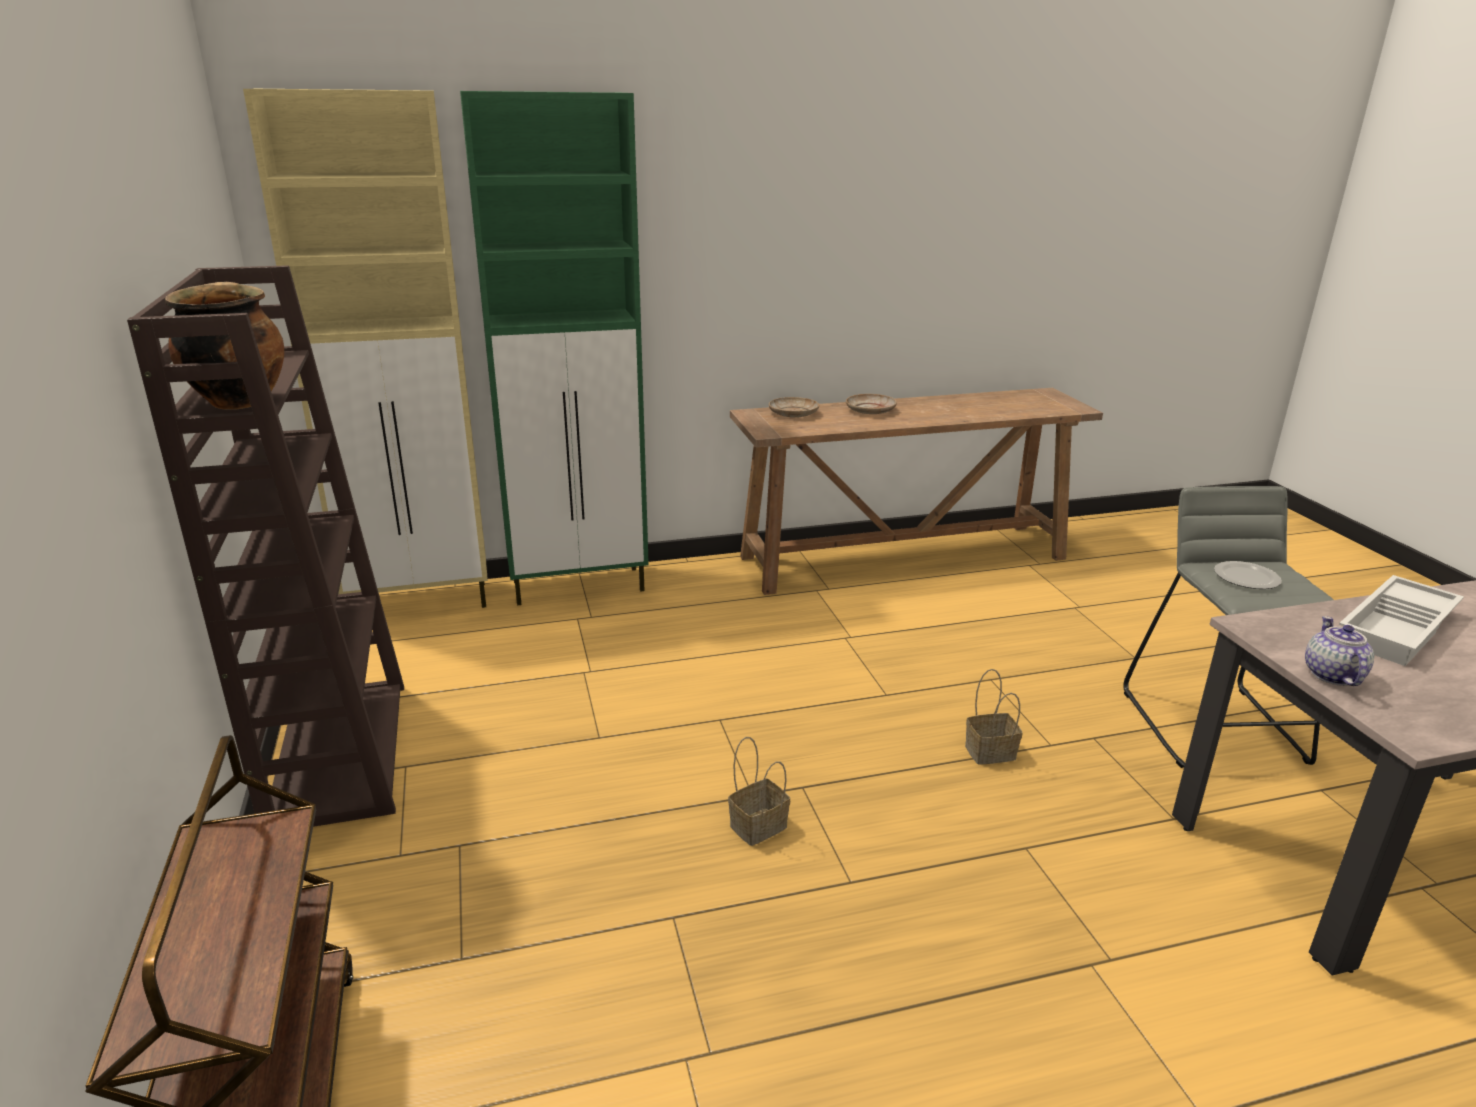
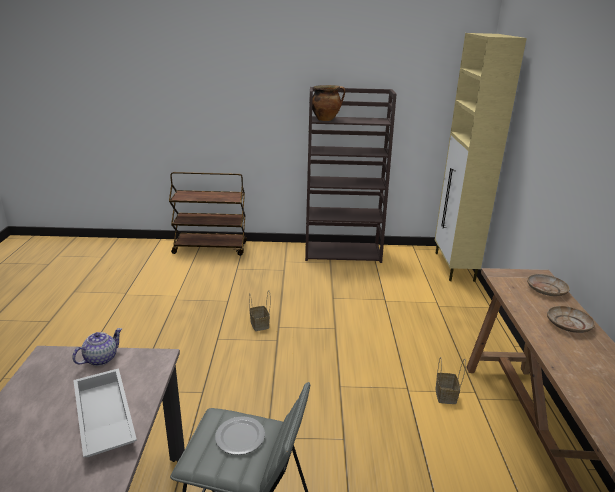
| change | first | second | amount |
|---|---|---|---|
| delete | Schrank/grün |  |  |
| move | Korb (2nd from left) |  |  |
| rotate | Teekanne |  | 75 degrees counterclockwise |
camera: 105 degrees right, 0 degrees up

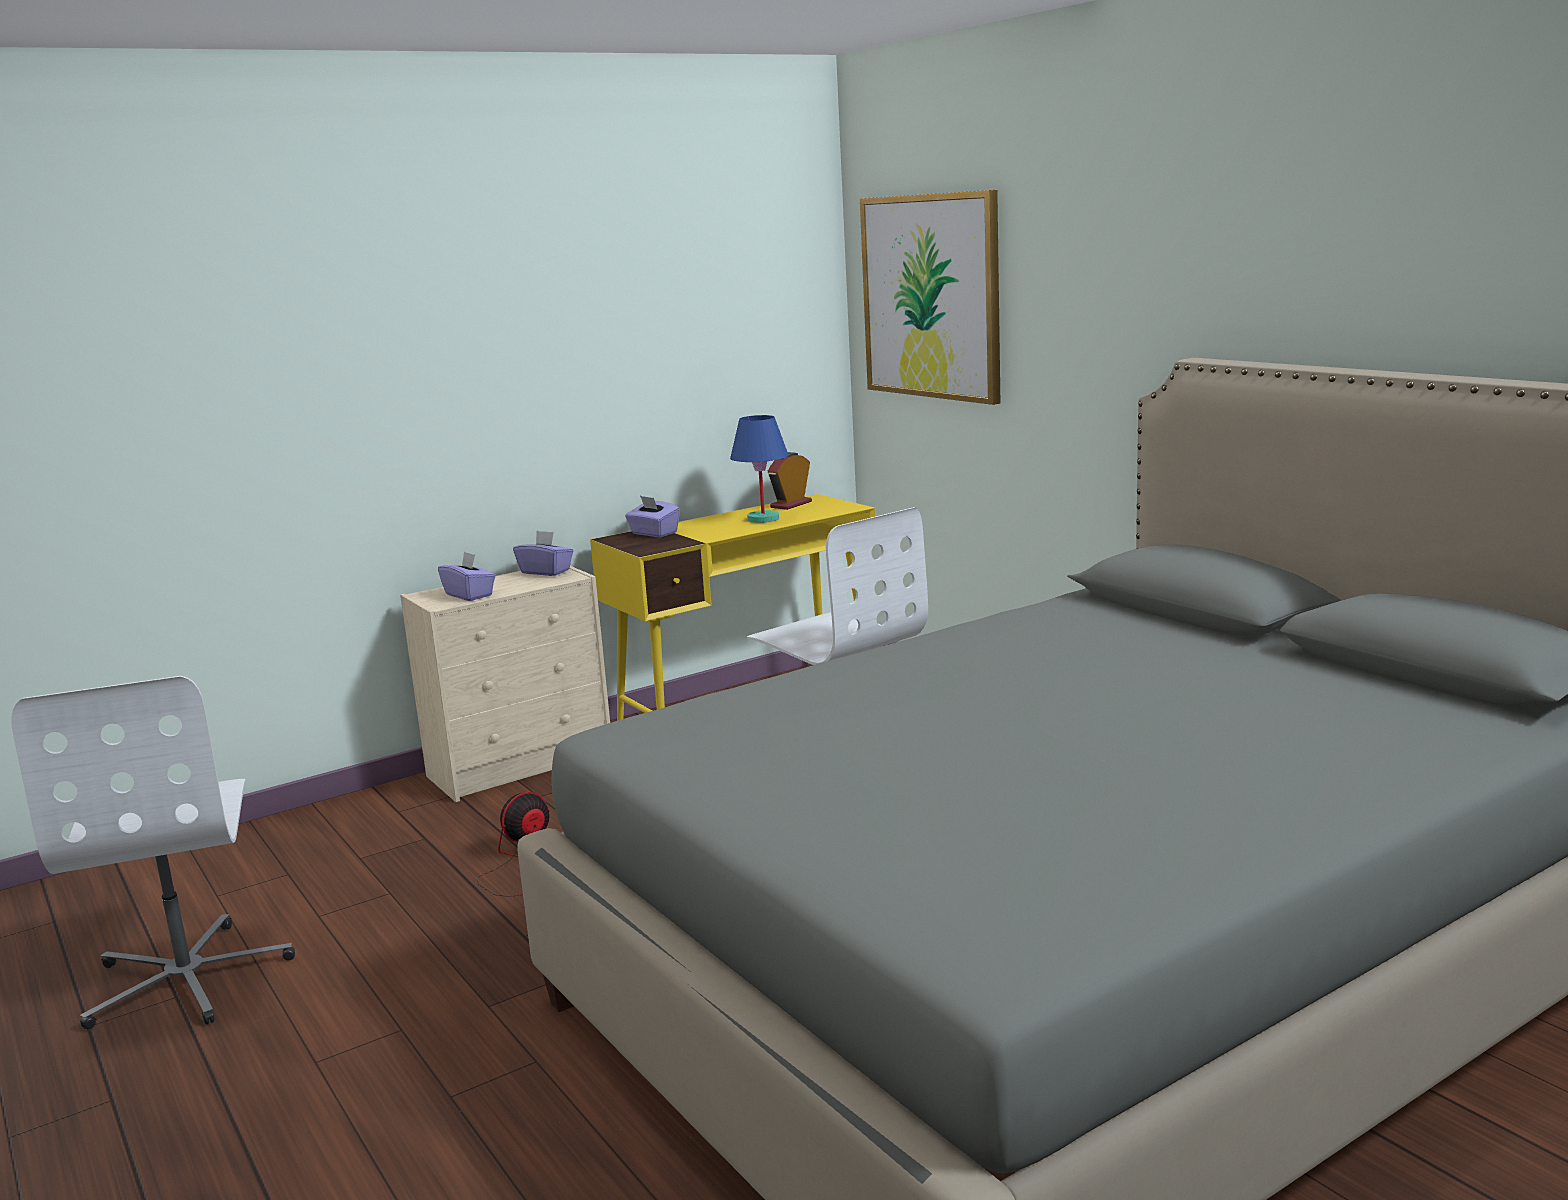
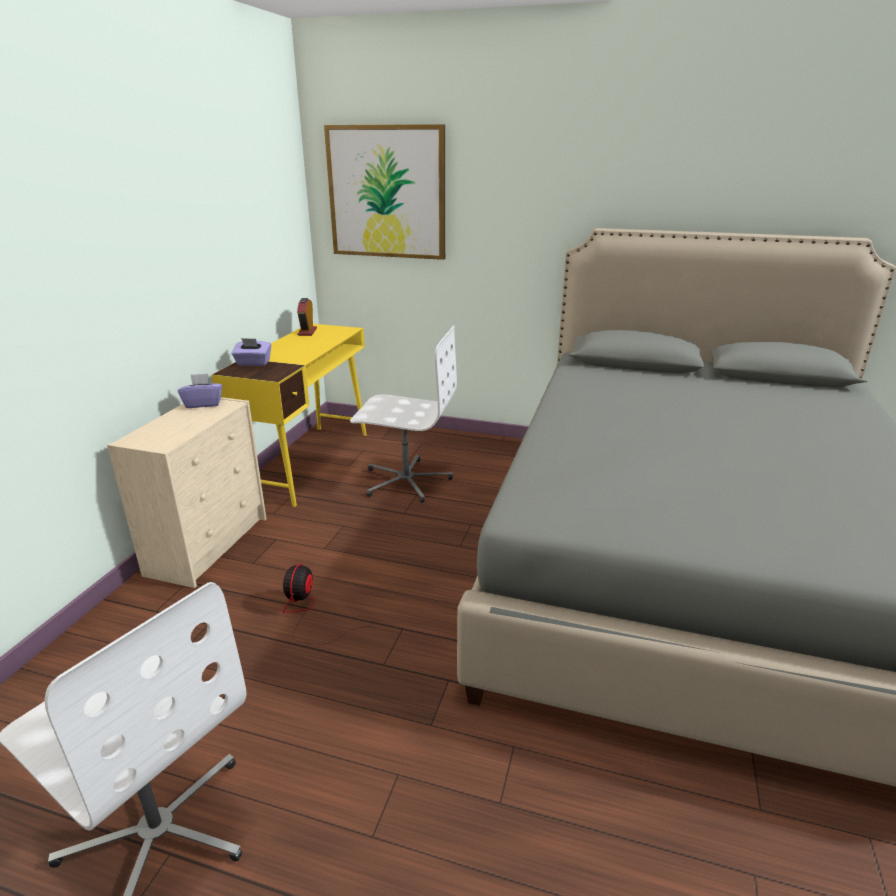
| change | first | second | amount |
|---|---|---|---|
| delete | Taschentuchbox/lila (1st from left) |  |  |
| delete | Tischlampe/blau |  |  |
camera: 40 degrees left, 10 degrees up

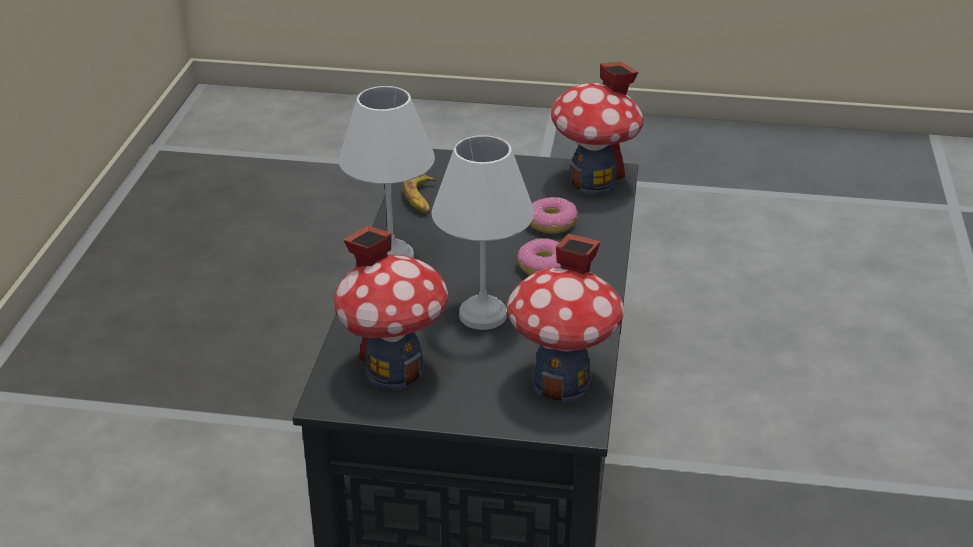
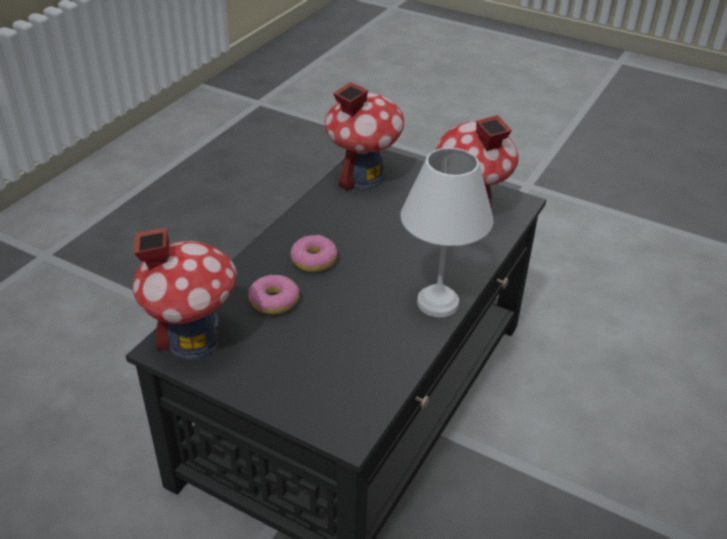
| change | first | second | amount |
|---|---|---|---|
| delete | Banane |  |  |
| delete | Tischlampe/weiß (2nd from left) |  |  |
camera: 160 degrees left, 5 degrees up

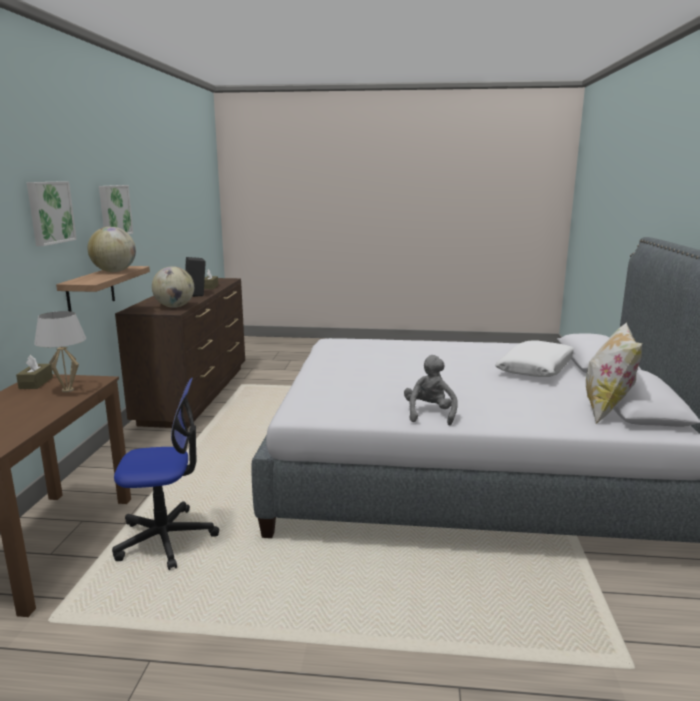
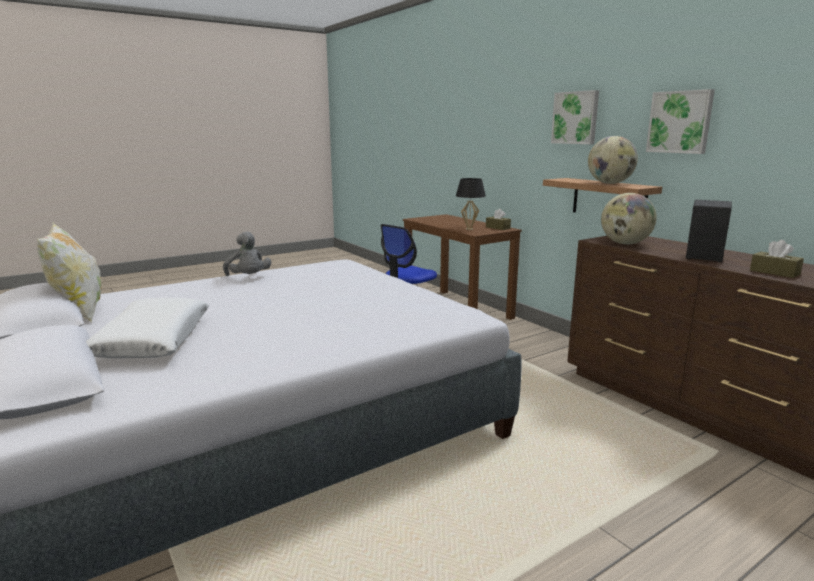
| change | first | second | amount |
|---|---|---|---|
| recolor | Tischlampe/weiß | Tischlampe/schwarz |  |
camera: 140 degrees right, 0 degrees up

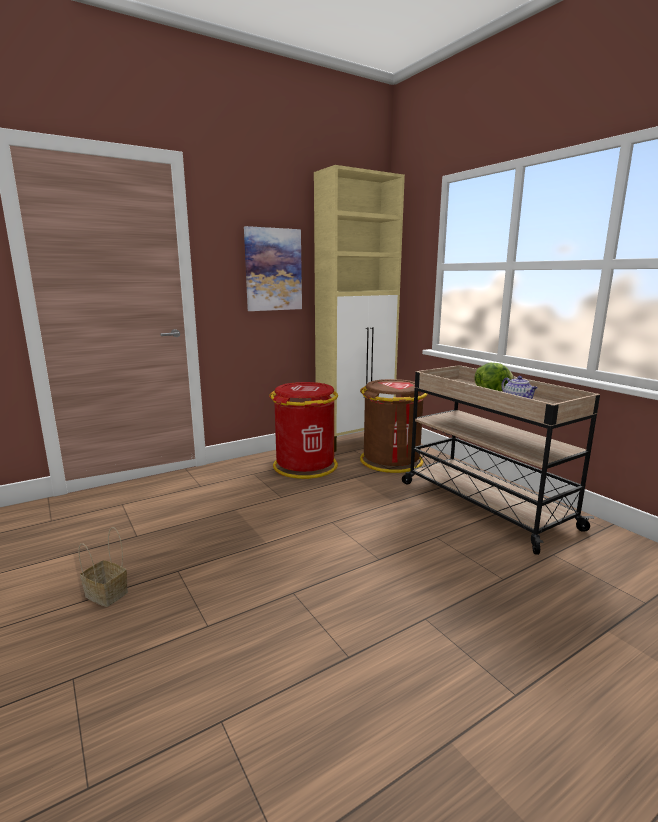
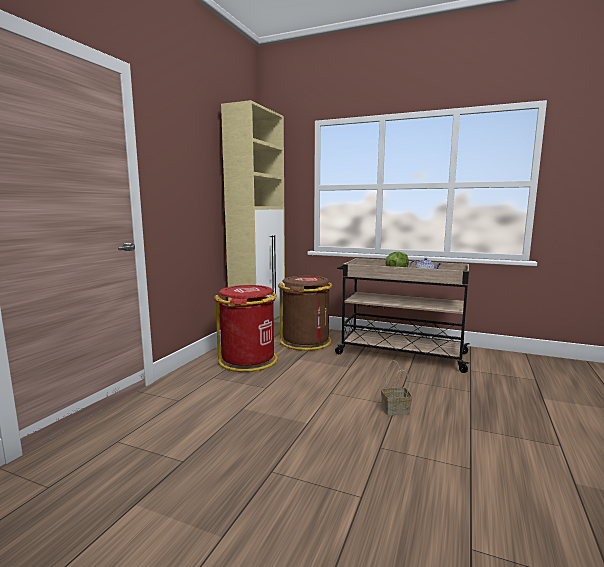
| change | first | second | amount |
|---|---|---|---|
| delete | Bild |  |  |
| move | Korb |  |  |
camera: 35 degrees left, 5 degrees down

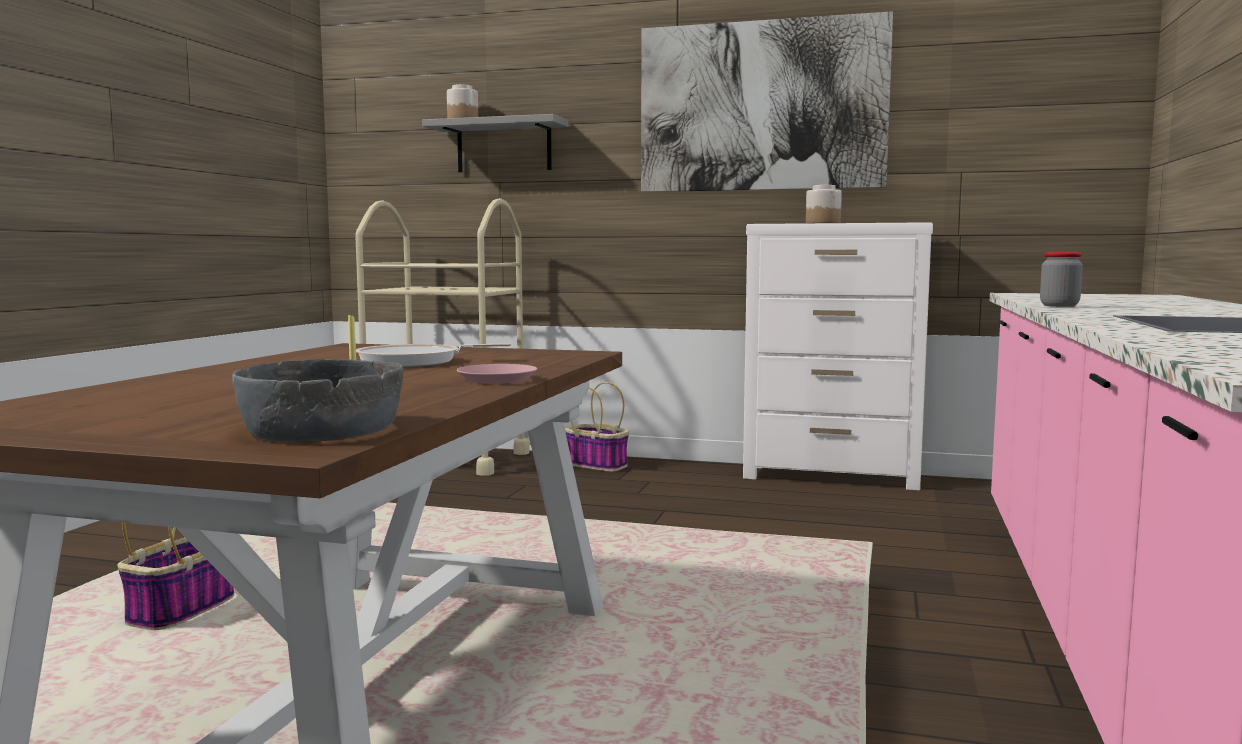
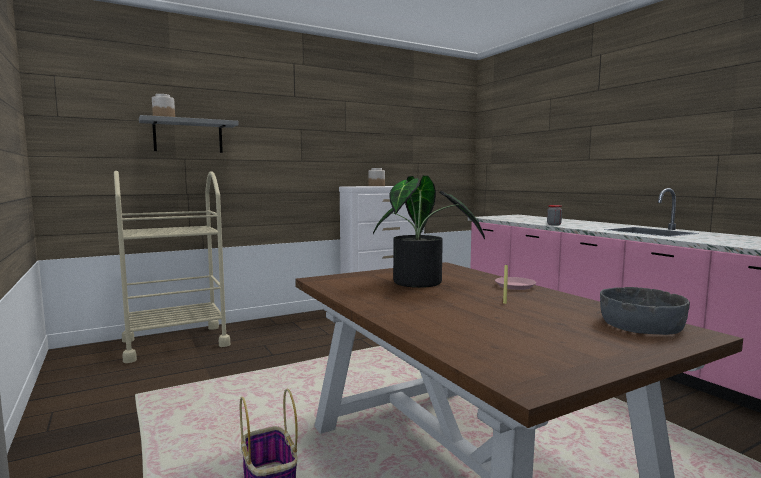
| change | first | second | amount |
|---|---|---|---|
| delete | Korb (2nd from left) |  |  |
| delete | Bild |  |  |
| replace | Pfanne | Topfpflanze |  |
camera: 45 degrees left, 0 degrees up

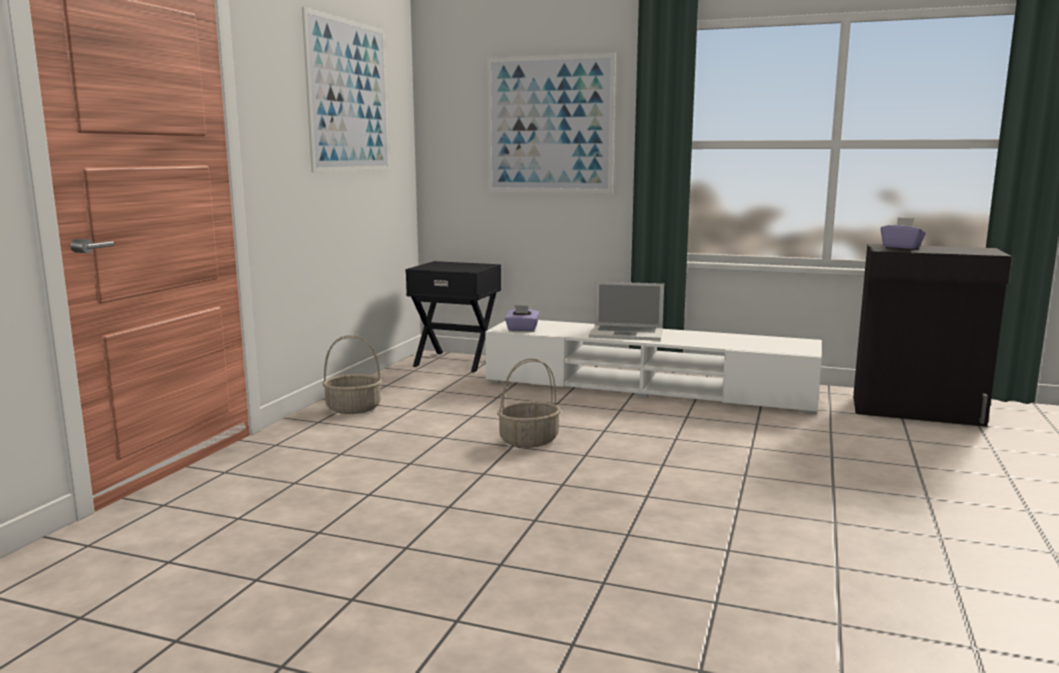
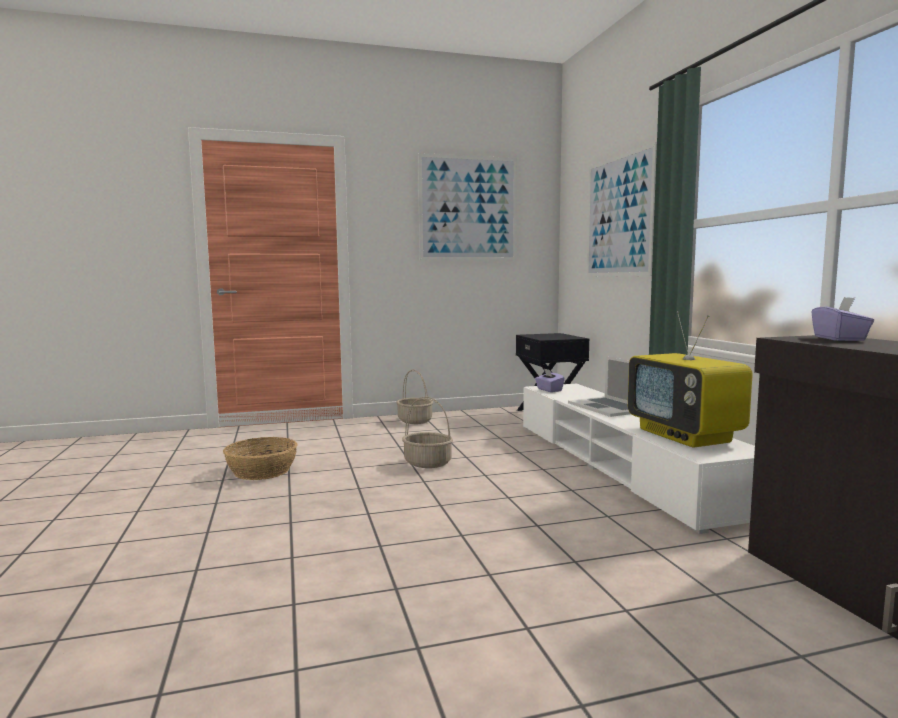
| change | first | second | amount |
|---|---|---|---|
| insert |  | Korb (1st from left) |  |
| insert |  | Fernseher |  |
camera: 55 degrees right, 5 degrees down

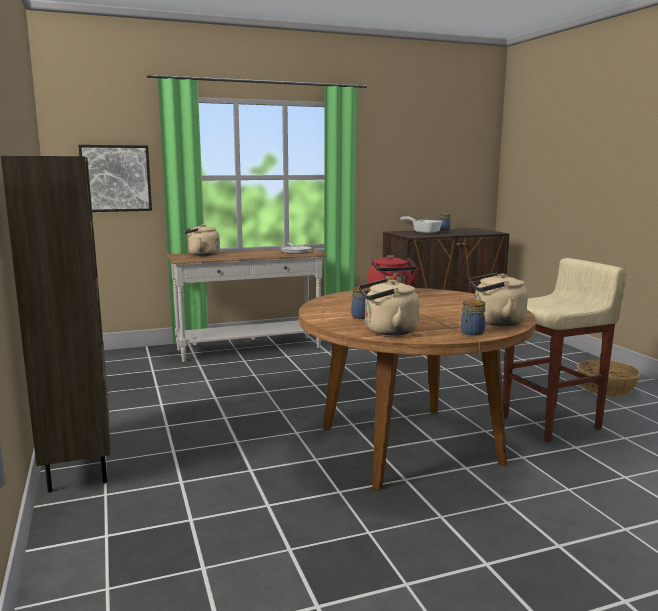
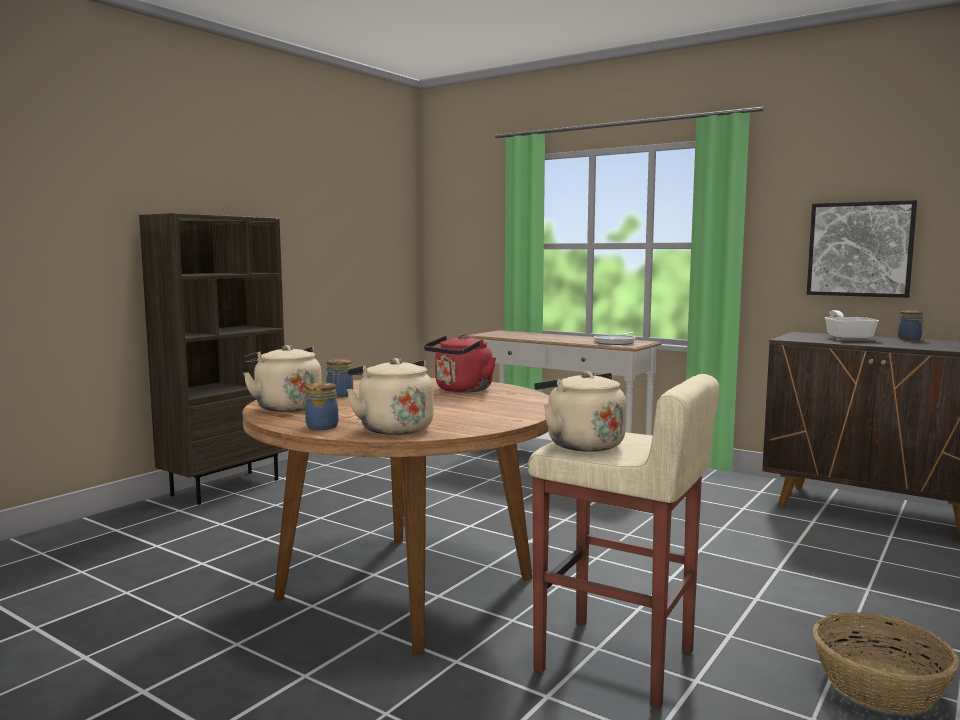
| change | first | second | amount |
|---|---|---|---|
| move | Bild |  |  |
| move | Wasserkessel/beige (1st from left in the first image) | Wasserkessel/beige (3rd from left) |  |
camera: 55 degrees right, 5 degrees down

